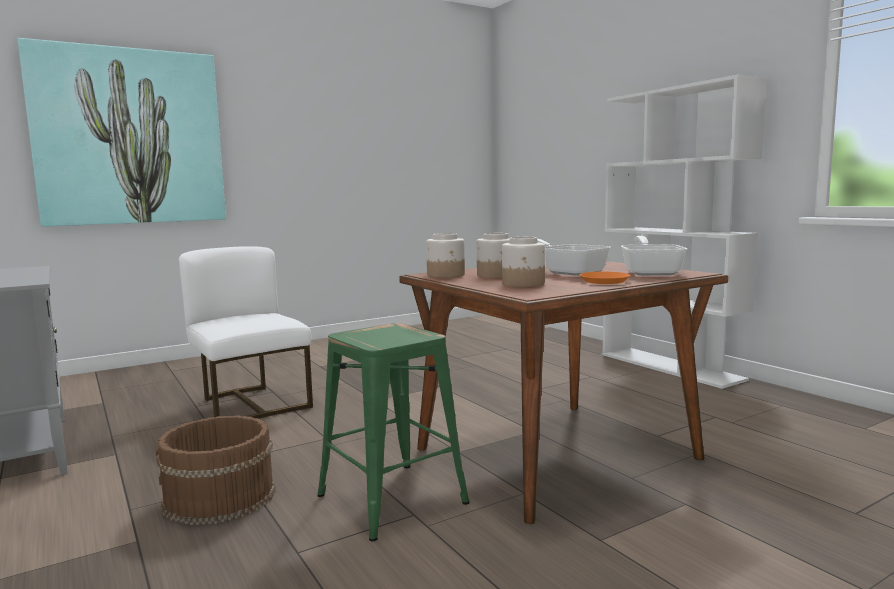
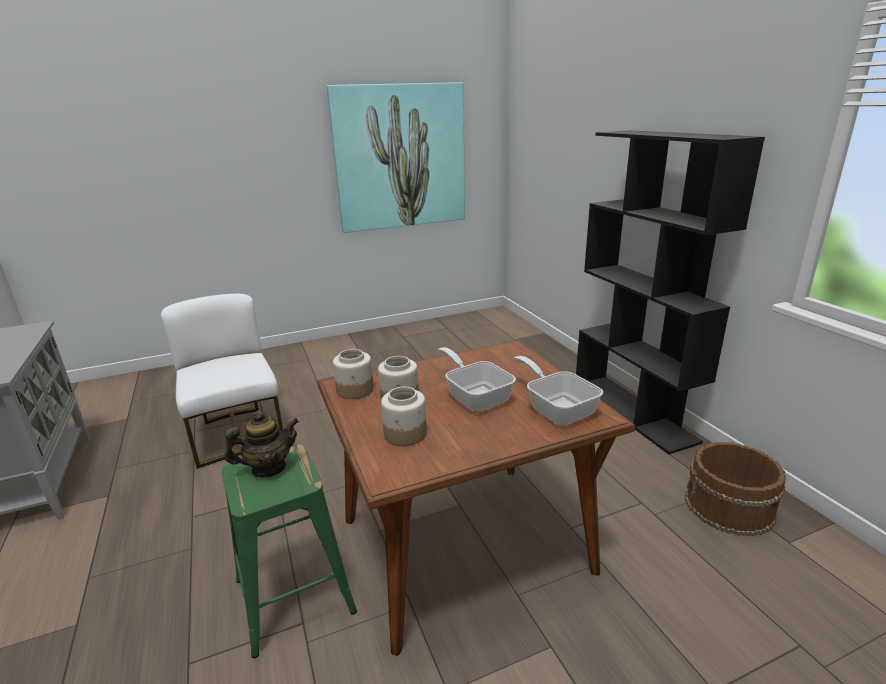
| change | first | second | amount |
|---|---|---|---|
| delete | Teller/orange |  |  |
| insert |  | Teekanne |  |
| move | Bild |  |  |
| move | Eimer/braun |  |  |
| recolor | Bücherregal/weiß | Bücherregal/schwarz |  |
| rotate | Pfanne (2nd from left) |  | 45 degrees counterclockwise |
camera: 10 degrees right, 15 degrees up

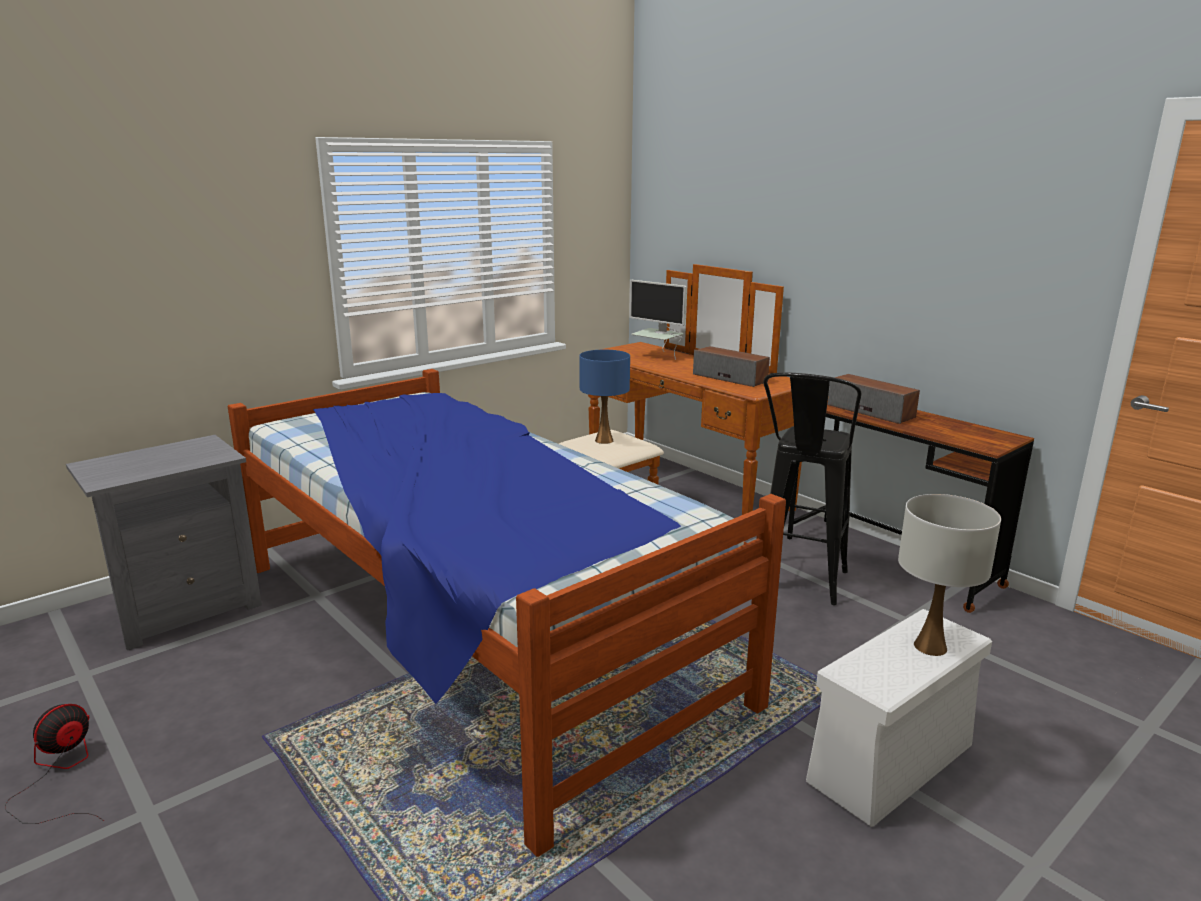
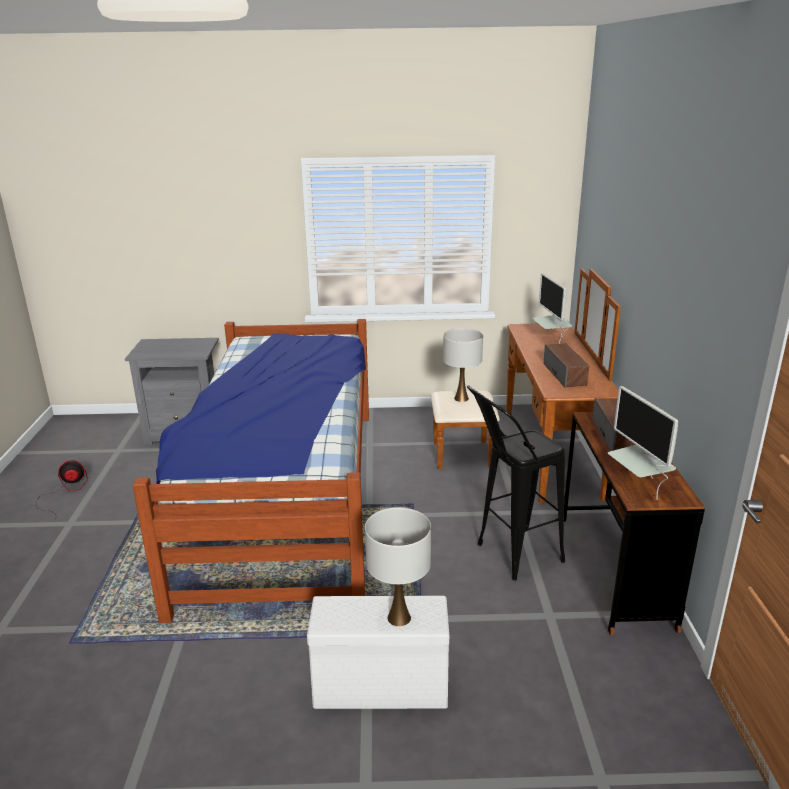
| change | first | second | amount |
|---|---|---|---|
| insert |  | Monitor (2nd from left) |  |
| recolor | Tischlampe/blau | Tischlampe/weiß (2nd from left) |  |
camera: 40 degrees right, 5 degrees up

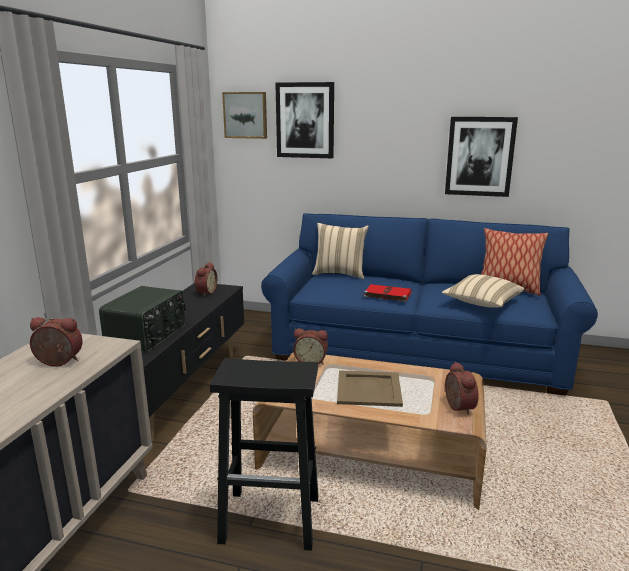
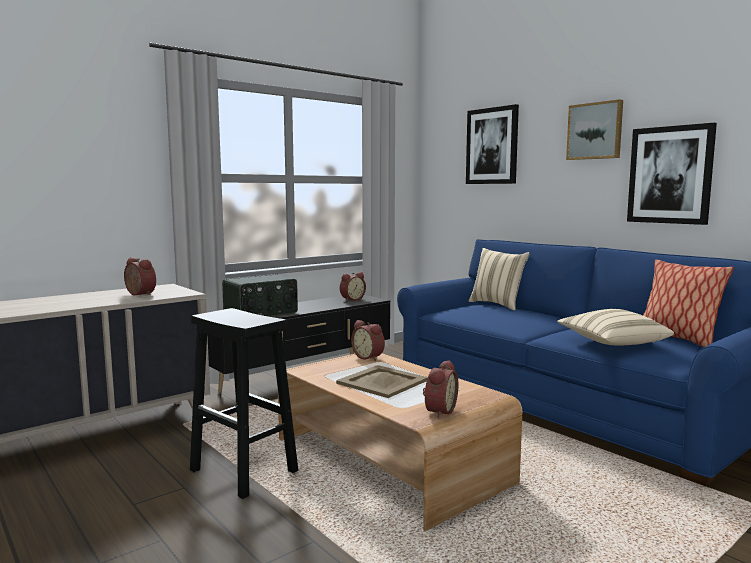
| change | first | second | amount |
|---|---|---|---|
| delete | Buch/rot |  |  |
| move | Bild (1st from left in the first image) | Bild (2nd from left) |  |
camera: 35 degrees right, 10 degrees down

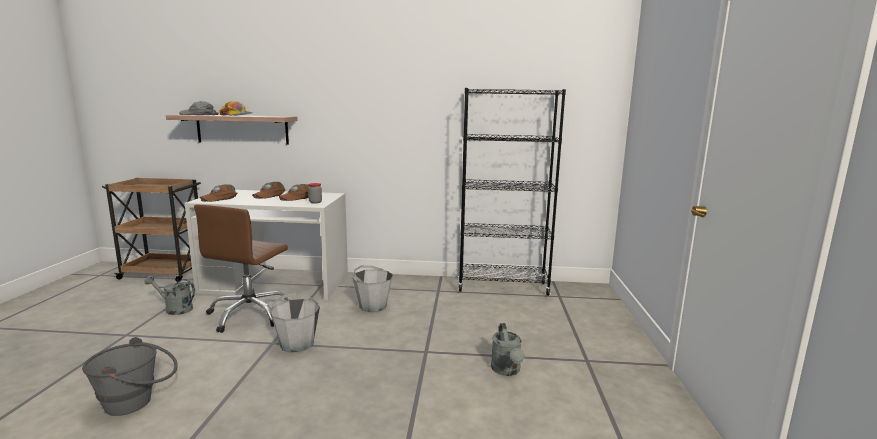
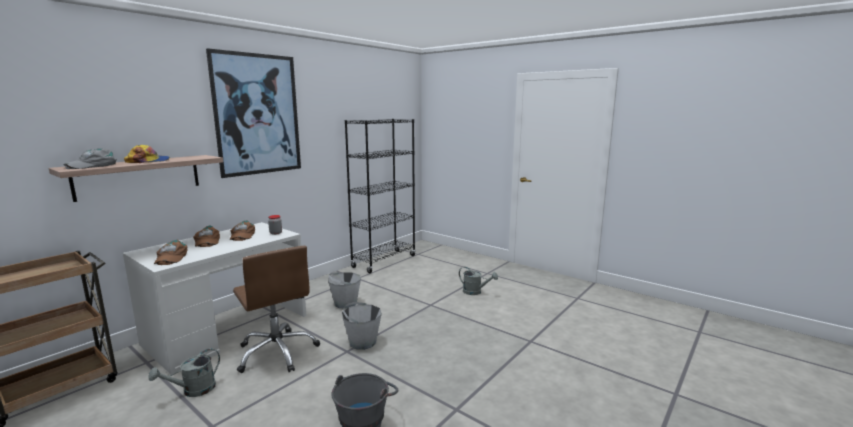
| change | first | second | amount |
|---|---|---|---|
| insert |  | Bild |  |
camera: 55 degrees left, 0 degrees up

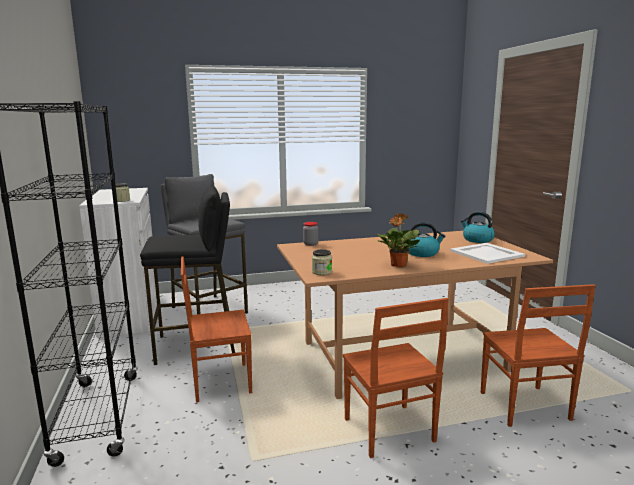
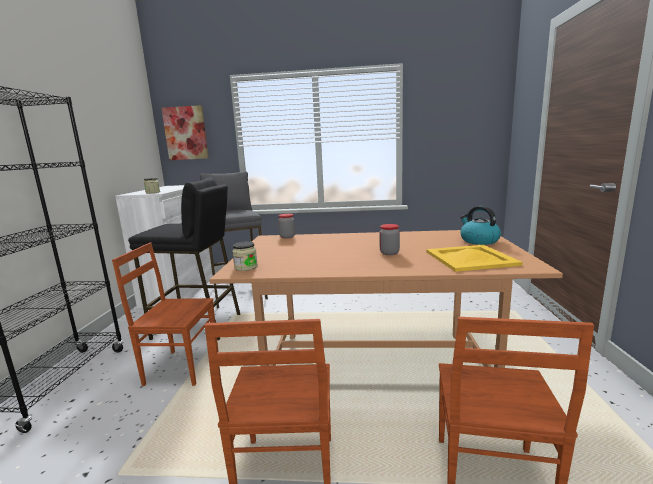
| change | first | second | amount |
|---|---|---|---|
| delete | Topfpflanze |  |  |
| insert |  | Bild |  |
| replace | Wasserkessel (1st from left) | Vorratsglas (4th from left) |  |
| recolor | Tablett/weiß | Tablett/gelb |  |
camera: 20 degrees right, 0 degrees up

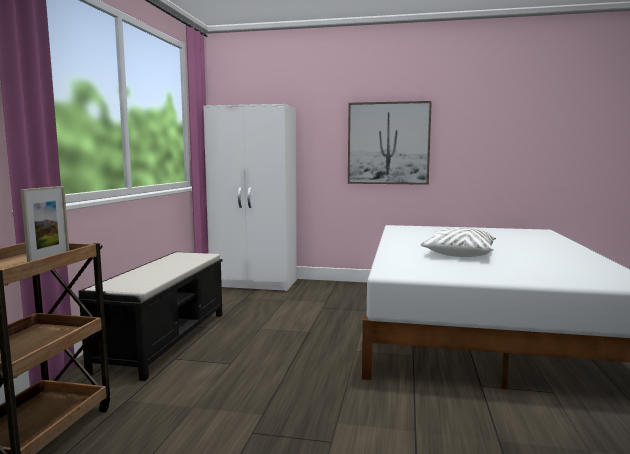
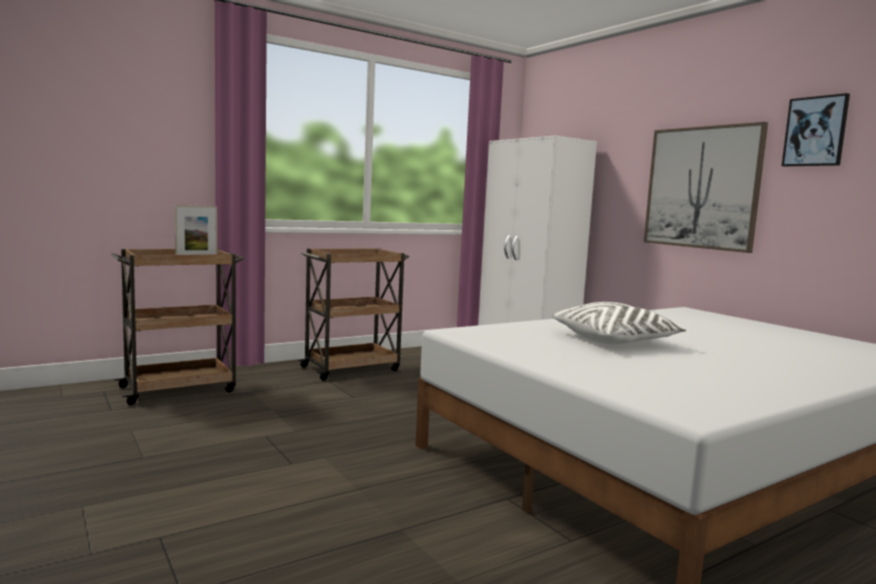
| change | first | second | amount |
|---|---|---|---|
| insert |  | Bild (2nd from left) |  |
| replace | Bank/schwarz | Rollwagen/braun (2nd from left) |  |
camera: 45 degrees right, 0 degrees up

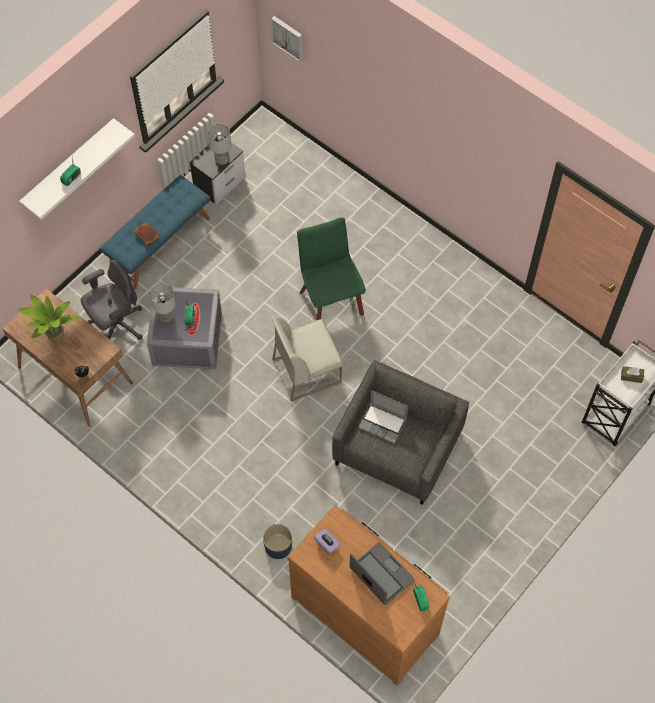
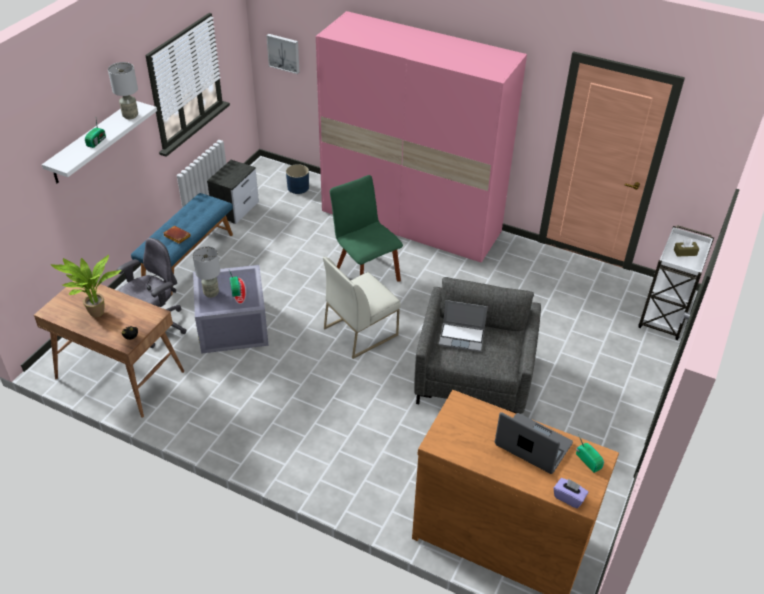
| change | first | second | amount |
|---|---|---|---|
| insert |  | Kleiderschrank/rosa |  |
| move | Tischlampe/grau (2nd from left in the first image) | Tischlampe/grau (1st from left) |  |
| move | Pflanzkübel/blau |  |  |
| move | Taschentuchbox/lila |  |  |
camera: 15 degrees left, 20 degrees down

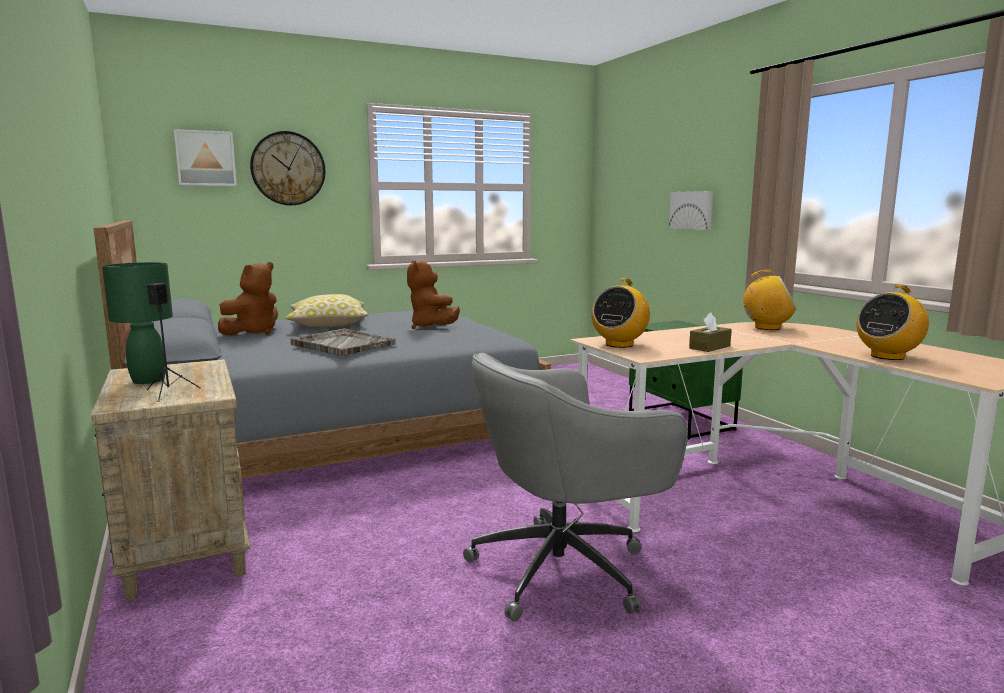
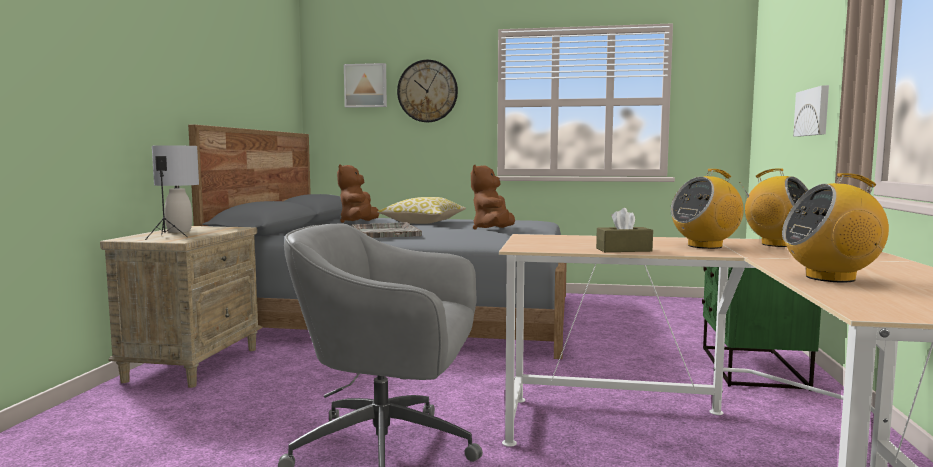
| change | first | second | amount |
|---|---|---|---|
| move | Radio (1st from left) |  |  |
| recolor | Tischlampe/grün | Tischlampe/grau |  |
| rotate | Plüschtier/braun (1st from left) |  | 120 degrees clockwise |
camera: 35 degrees right, 5 degrees down

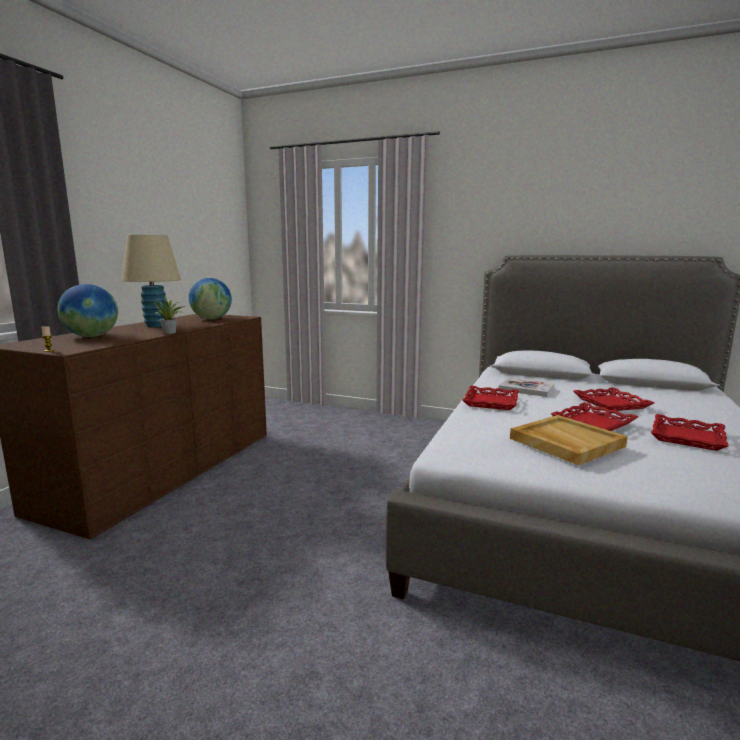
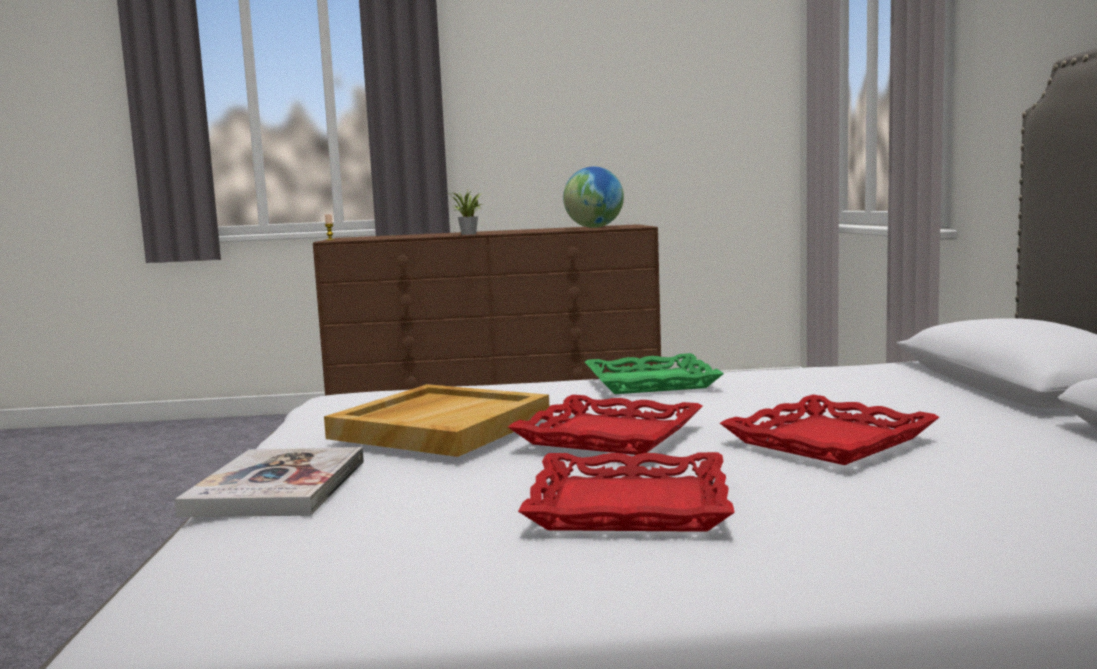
| change | first | second | amount |
|---|---|---|---|
| delete | Globus (1st from left) |  |  |
| delete | Tischlampe/beige |  |  |
| move | Buch |  |  |
| recolor | Tablett/rot (1st from left) | Tablett/grün |  |
camera: 65 degrees right, 5 degrees down

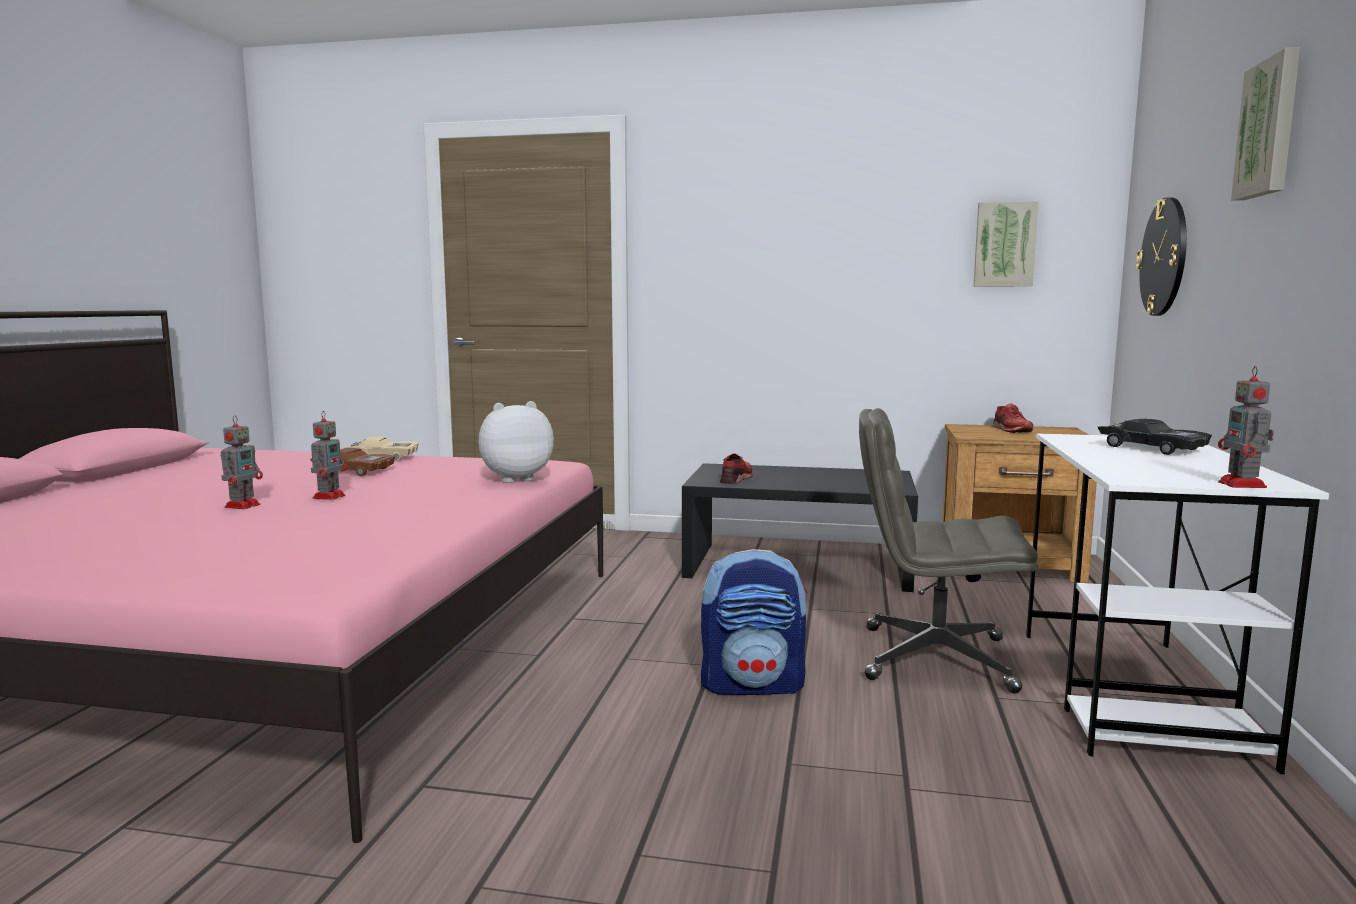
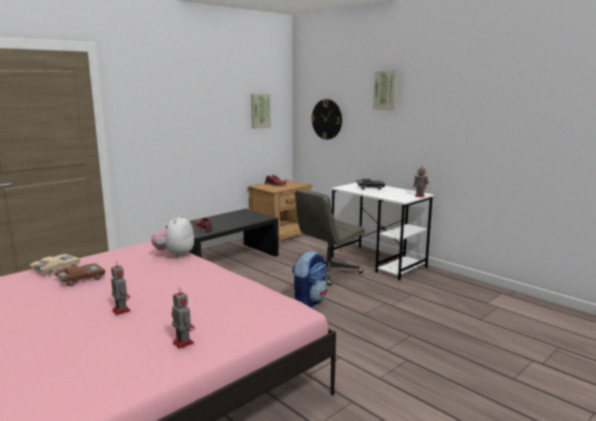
| change | first | second | amount |
|---|---|---|---|
| move | Spielzeugroboter (2nd from left) |  |  |
camera: 55 degrees left, 5 degrees up

